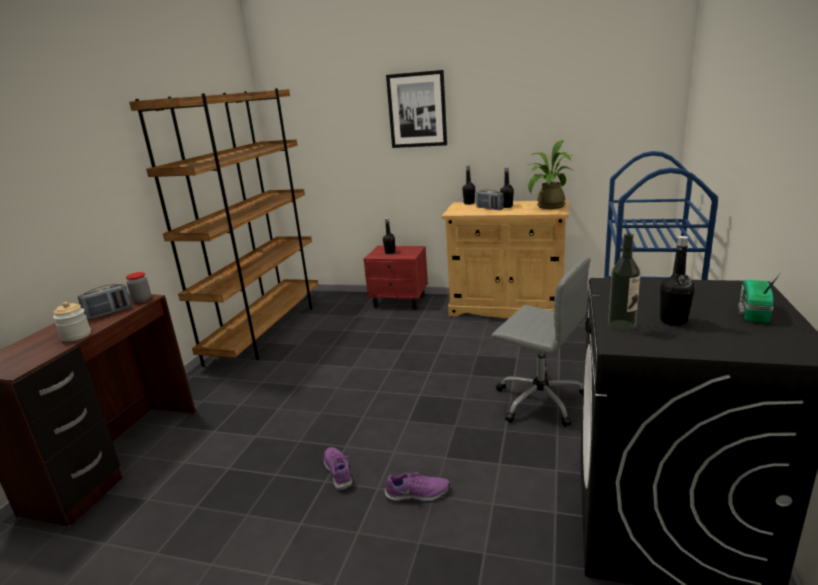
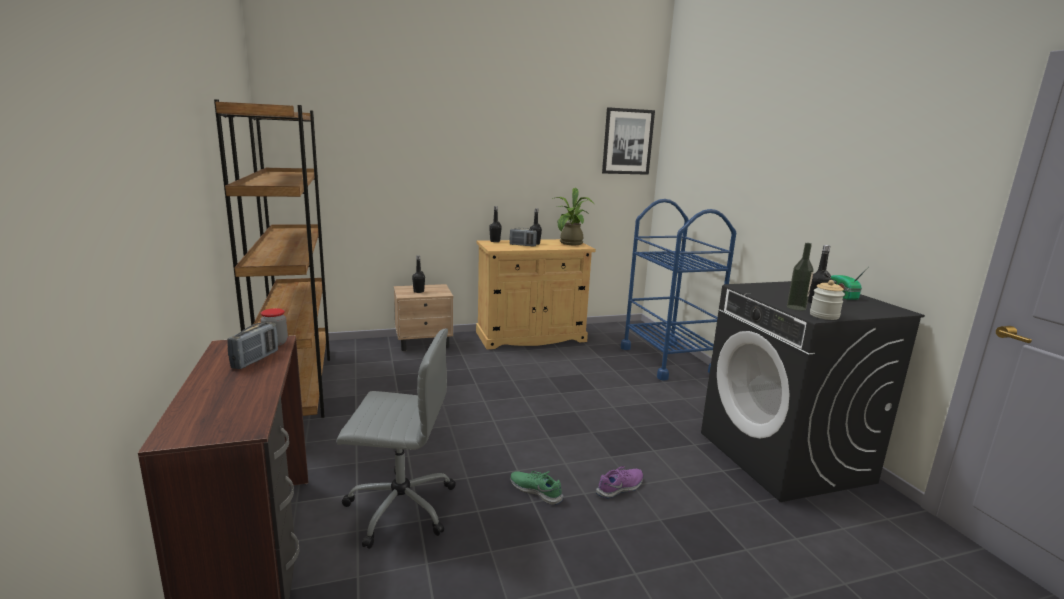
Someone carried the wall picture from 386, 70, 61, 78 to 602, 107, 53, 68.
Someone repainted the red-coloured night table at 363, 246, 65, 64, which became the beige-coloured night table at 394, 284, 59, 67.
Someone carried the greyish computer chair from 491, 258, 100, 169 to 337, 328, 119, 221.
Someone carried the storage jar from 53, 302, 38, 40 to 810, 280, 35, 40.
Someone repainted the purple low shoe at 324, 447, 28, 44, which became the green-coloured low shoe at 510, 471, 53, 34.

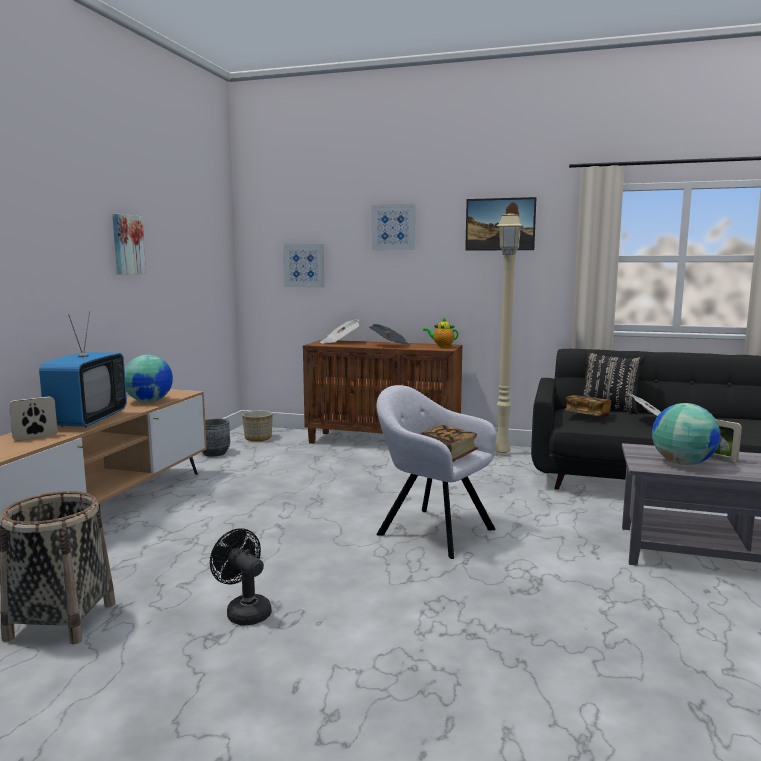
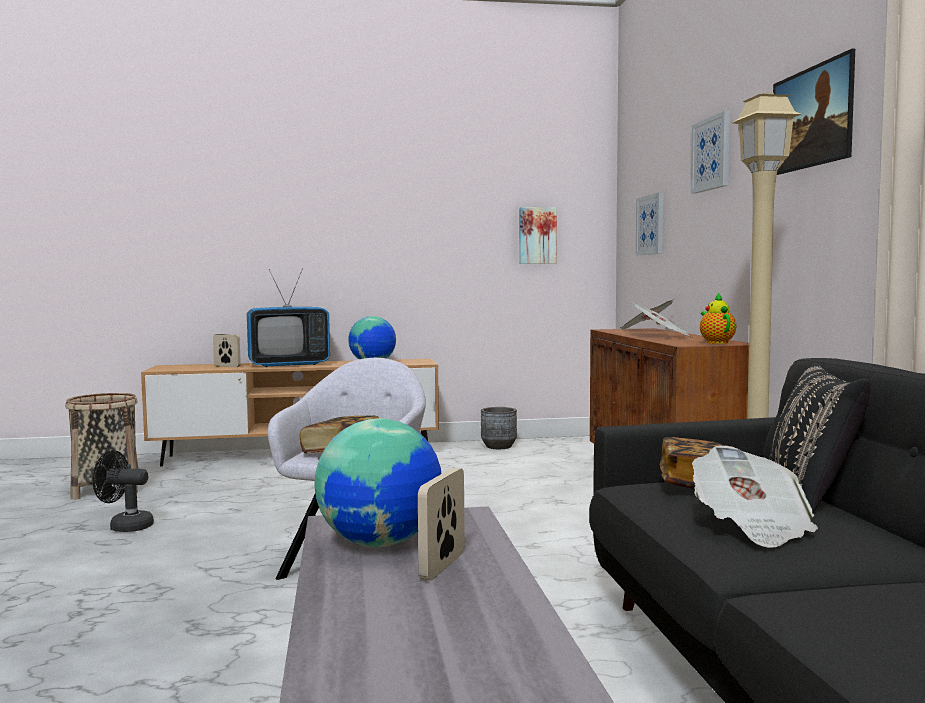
Someone carried the wall picture from 112, 214, 34, 61 to 519, 207, 38, 57.
Someone took away the planter at 242, 410, 31, 31.
Someone rotated the blackish electric fan at 210, 528, 62, 97 by 105 degrees counterclockwise.

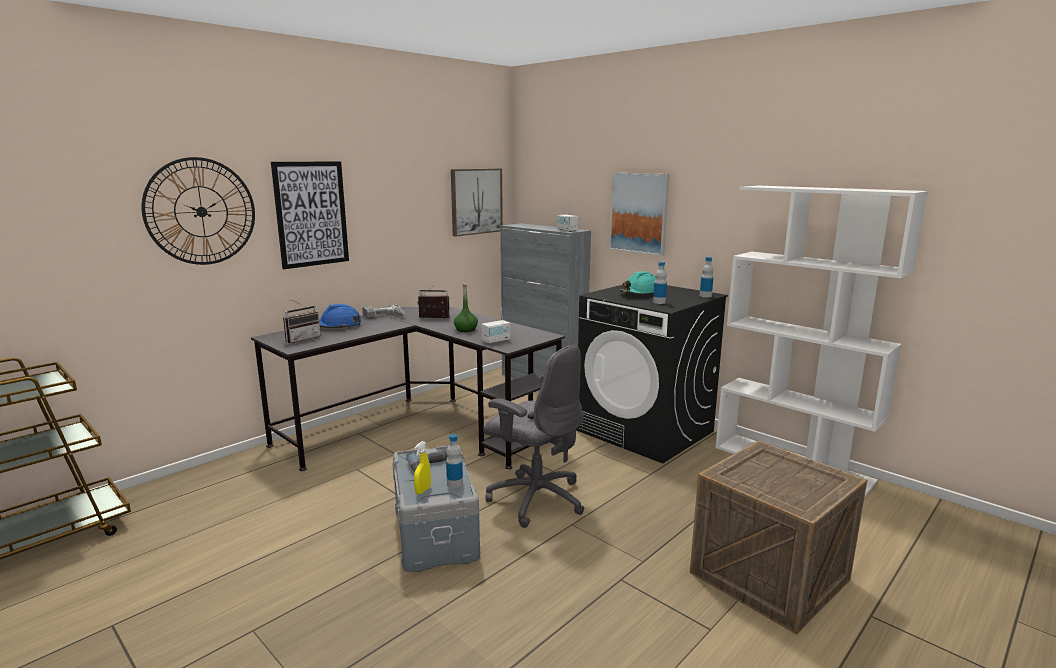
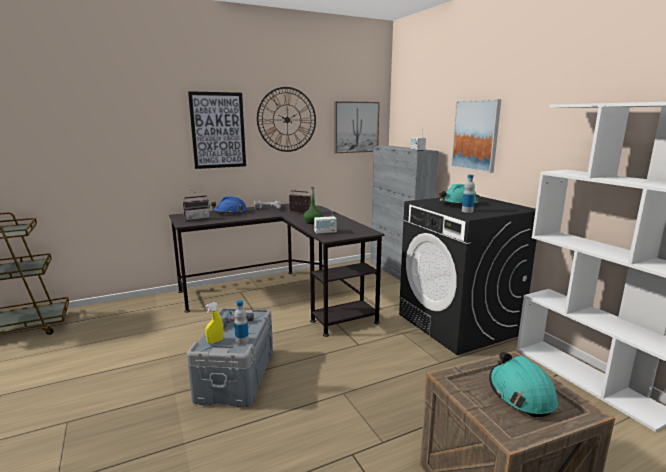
Someone carried the hanging clock from 142, 157, 113, 108 to 257, 87, 59, 65.
Someone took away the drink bottle at 700, 257, 13, 41.
Someone took away the greyish computer chair at 483, 345, 101, 183.
Someone put down the turquoise-coloured work helmet at 489, 352, 69, 65.

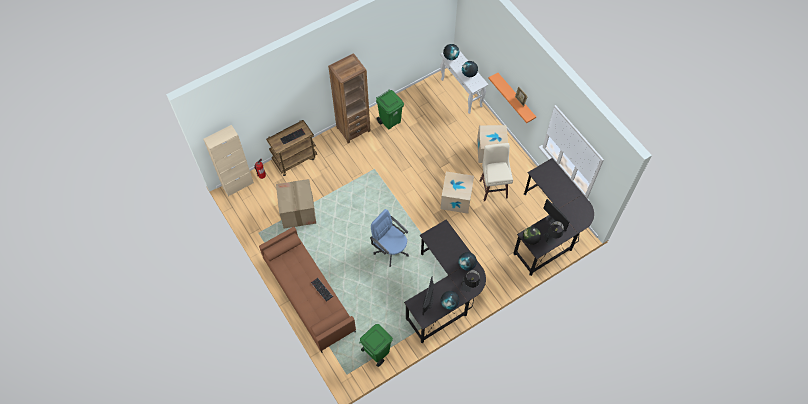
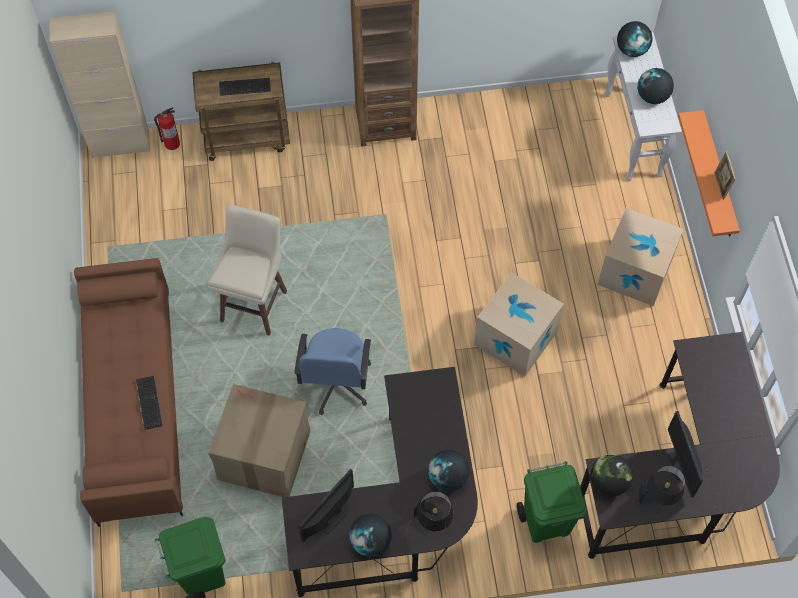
Someone carried the green-coloured waste bin from 376, 90, 28, 39 to 517, 461, 69, 82.
Someone carried the beige-coloured stool seat from 479, 143, 34, 58 to 208, 205, 79, 131.
Someone carried the cardboard box from 276, 179, 41, 49 to 208, 384, 103, 113.
Someone rotated the blue-coloured computer chair at 370, 209, 39, 58 by 150 degrees counterclockwise.

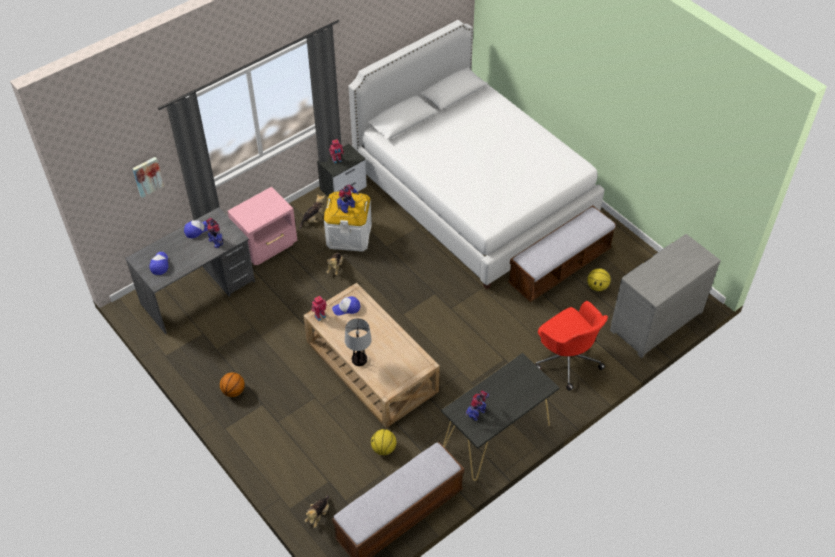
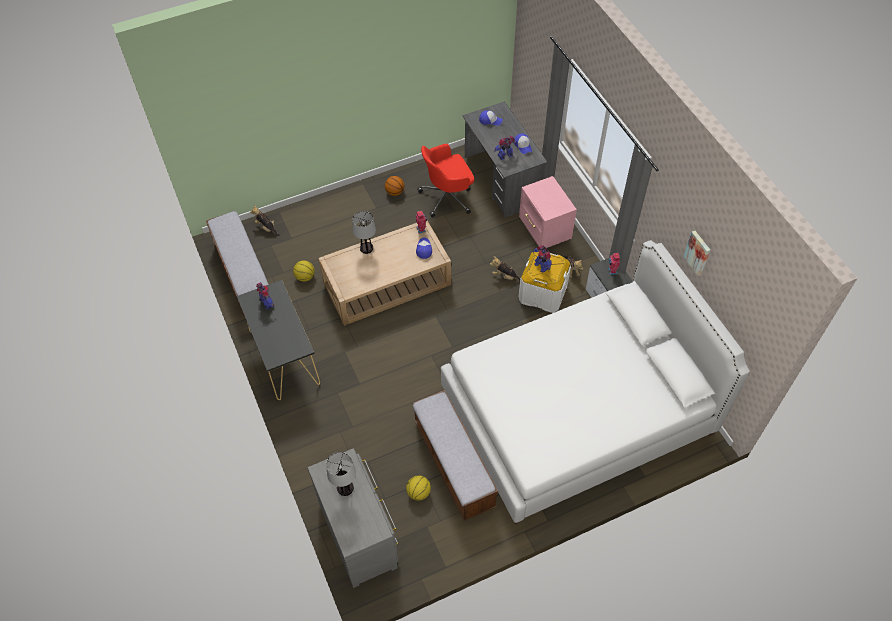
Someone carried the wall picture from 132, 157, 32, 41 to 683, 231, 27, 45.
Someone carried the red-coloured computer chair from 536, 301, 72, 90 to 417, 144, 57, 73.
Someone put down the table lamp at 326, 452, 30, 44.

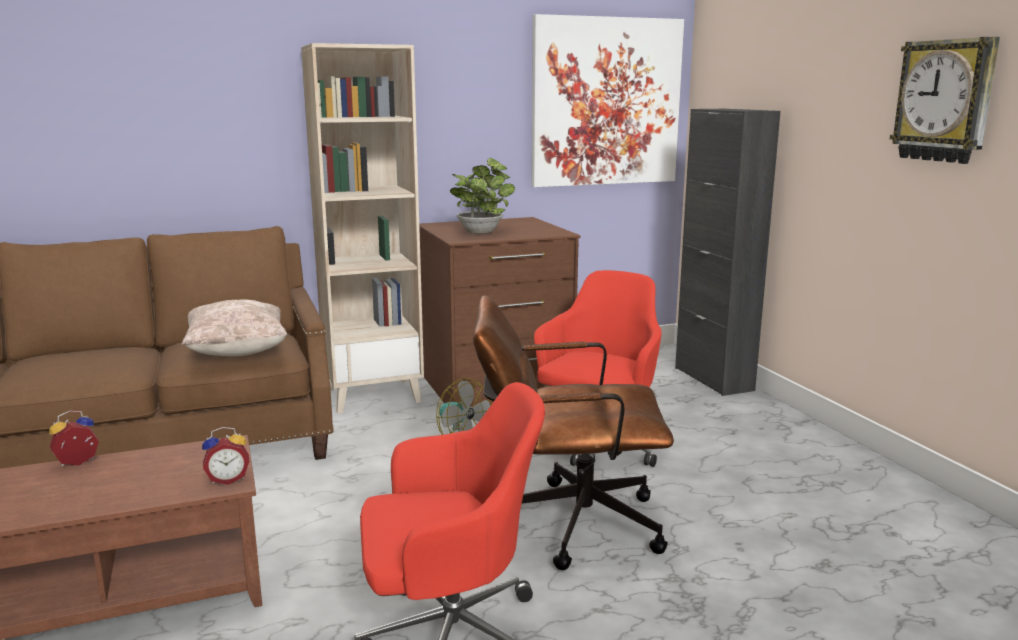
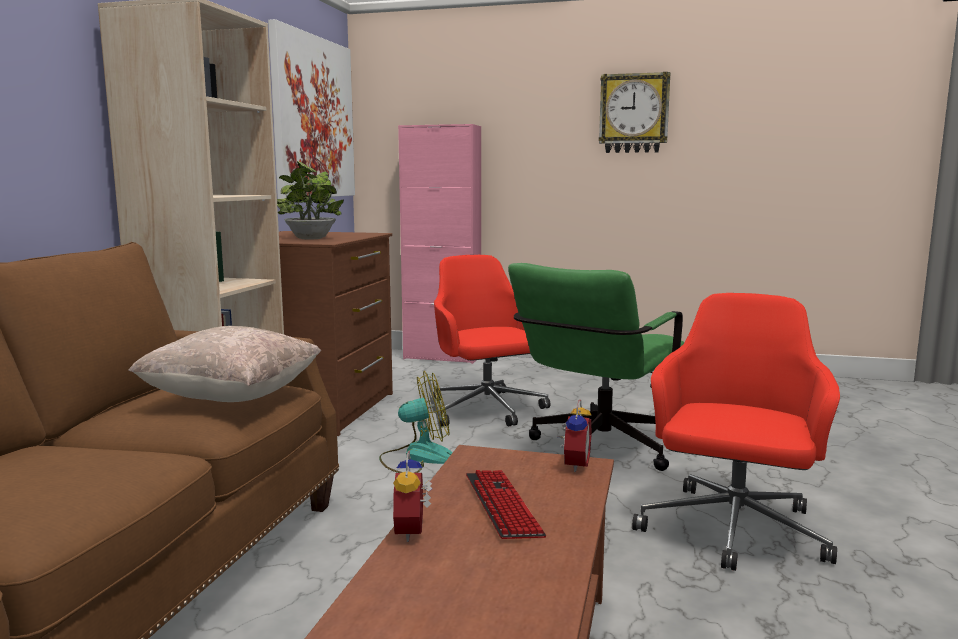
Someone repainted the blackish storage cabinet at 675, 109, 106, 287, which became the pinkish storage cabinet at 398, 124, 83, 240.
Someone repainted the brownish computer chair at 473, 295, 201, 275, which became the green-coloured computer chair at 508, 263, 176, 208.
Someone put down the computer keyboard at 466, 470, 80, 69.

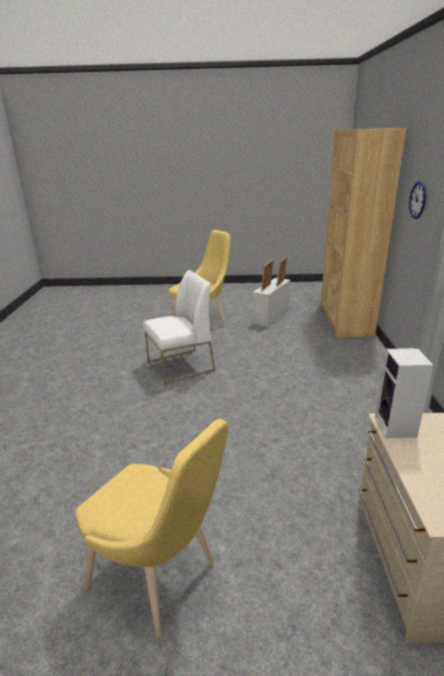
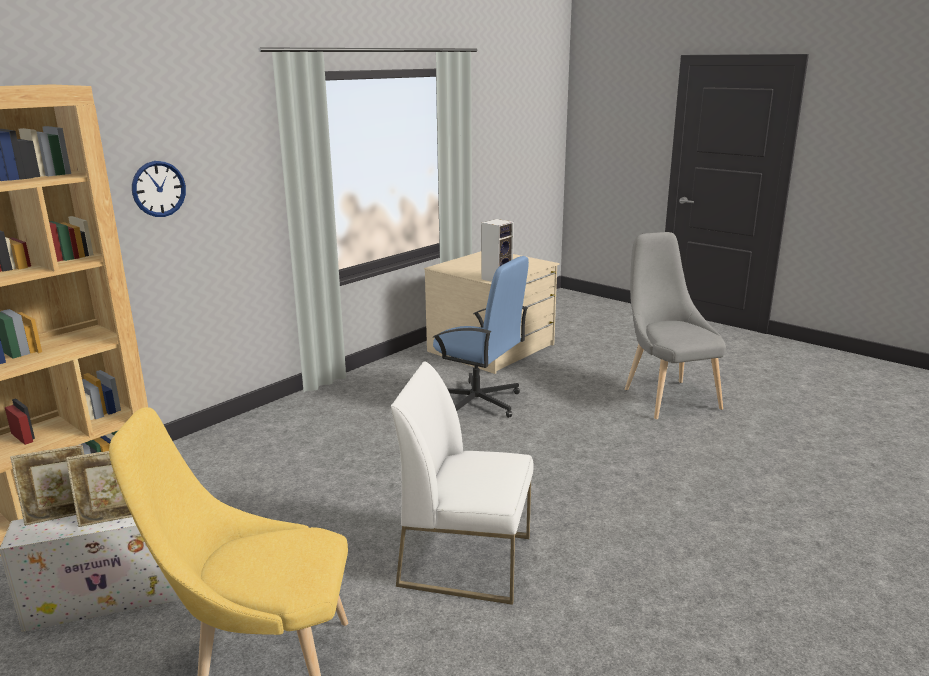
Someone repainted the yellow plain chair at 76, 419, 152, 219, which became the greyish plain chair at 625, 232, 101, 187.
Someone put down the blue-coloured computer chair at 433, 256, 96, 162.

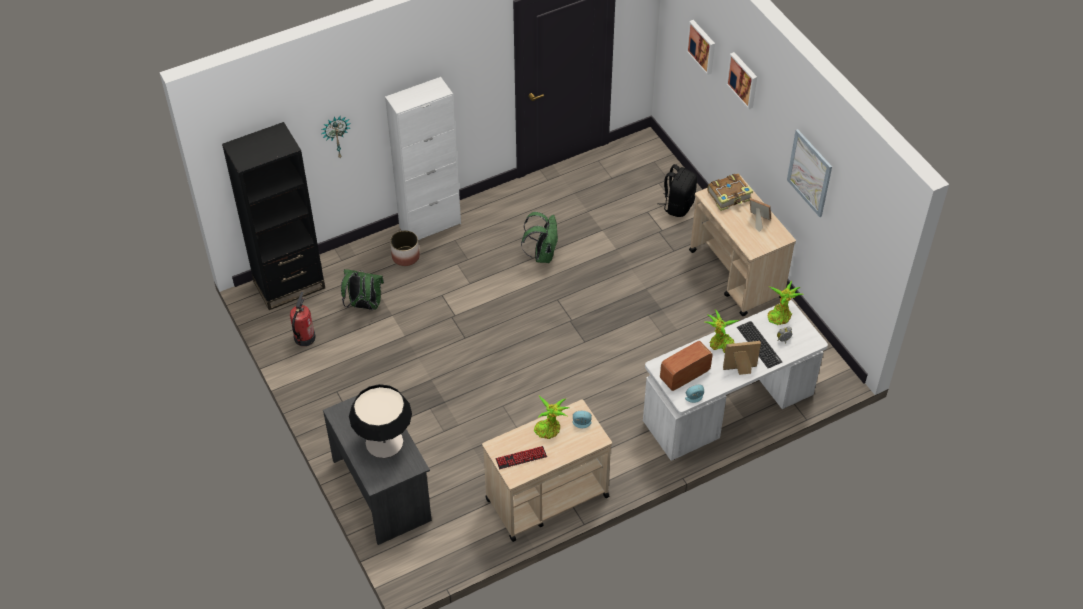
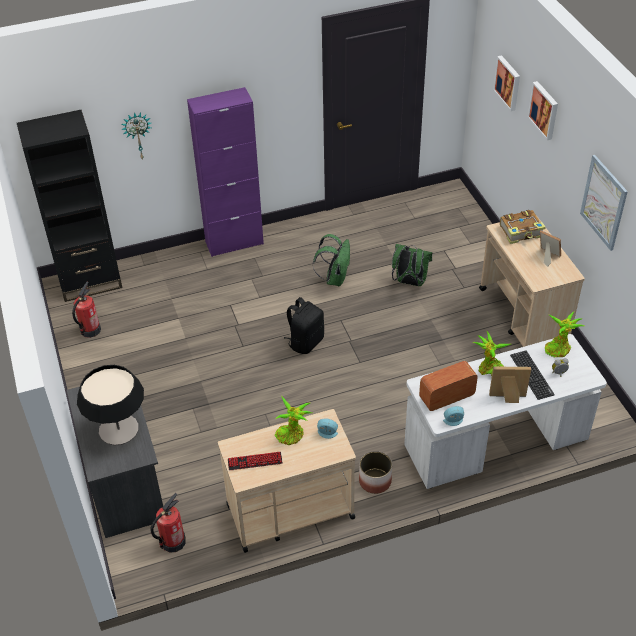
Someone repainted the whitish storage cabinet at 385, 77, 76, 163, which became the purple storage cabinet at 187, 87, 77, 170.
Someone carried the blackish backpack from 657, 164, 40, 53 to 284, 297, 40, 57.
Someone carried the planter from 390, 230, 30, 36 to 359, 451, 33, 43.
Someone carried the green-coloured backpack from 341, 269, 43, 41 to 392, 244, 40, 42.
Someone put down the fire extinguisher at 151, 493, 35, 60.

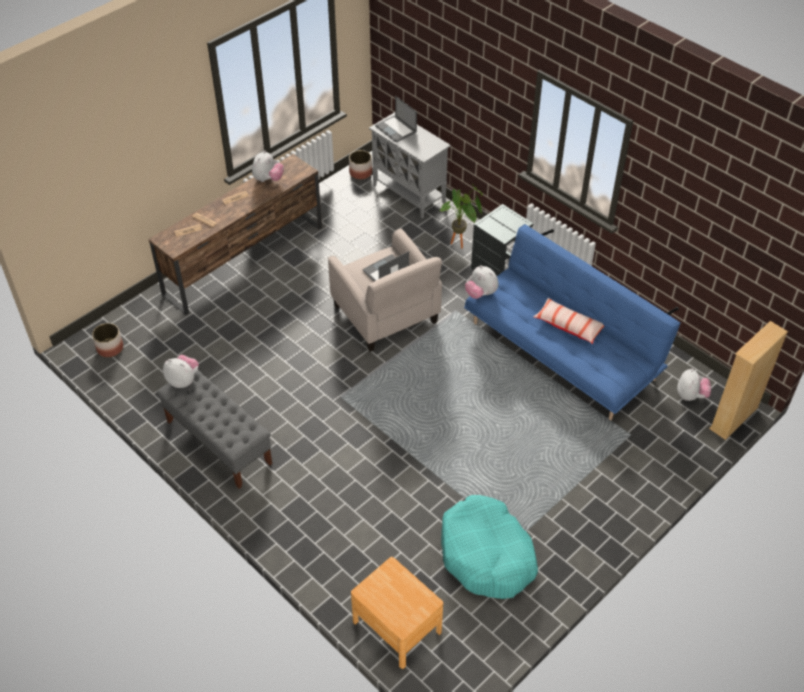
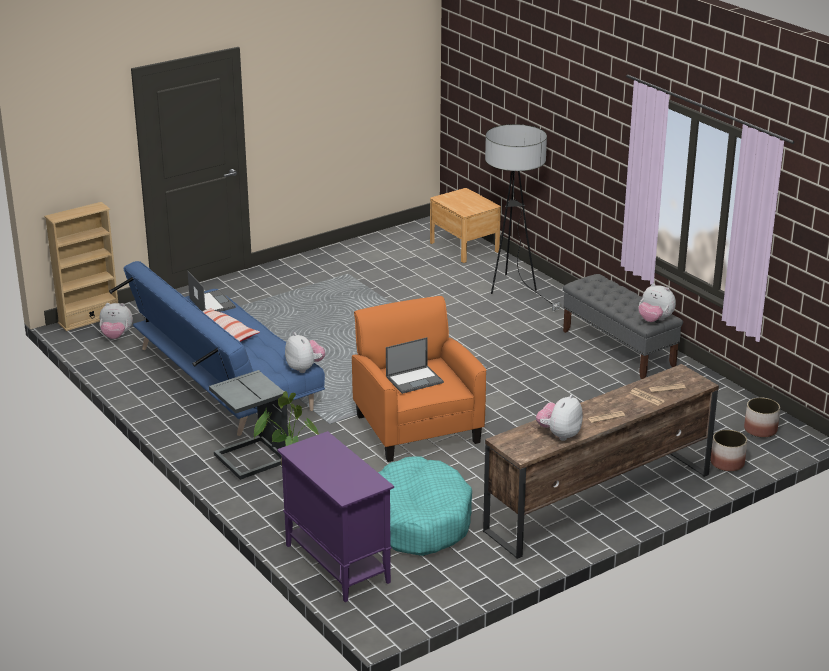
Someone carried the notebook computer from 375, 96, 42, 46 to 187, 271, 49, 41.
Someone repainted the greyish storage cabinet at 369, 112, 82, 106, which became the purple storage cabinet at 277, 431, 117, 171.
Someone carried the planter from 349, 150, 23, 29 to 710, 430, 37, 41.
Someone repainted the beige-coloured armchair at 328, 228, 114, 124, which became the orange armchair at 352, 296, 134, 166.
Someone rotated the cuddly toy at 677, 369, 34, 32 by 105 degrees counterclockwise.
Someone carried the turquoise-coloured dog cushion from 441, 495, 97, 104 to 378, 456, 94, 100.
Someone put down the standing lamp at 485, 124, 76, 188.

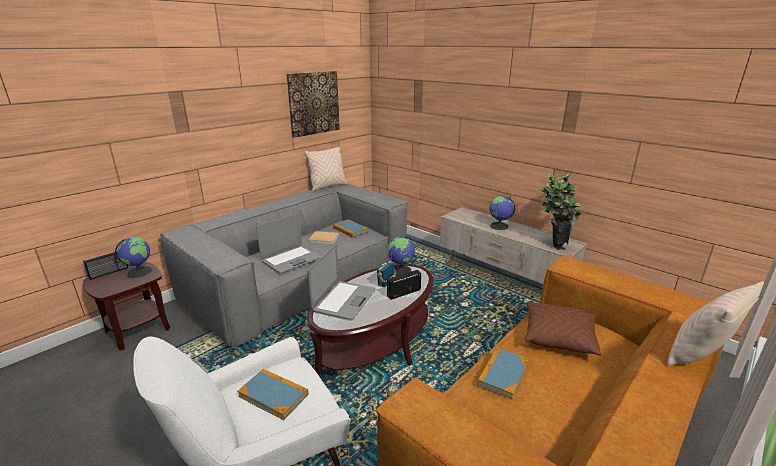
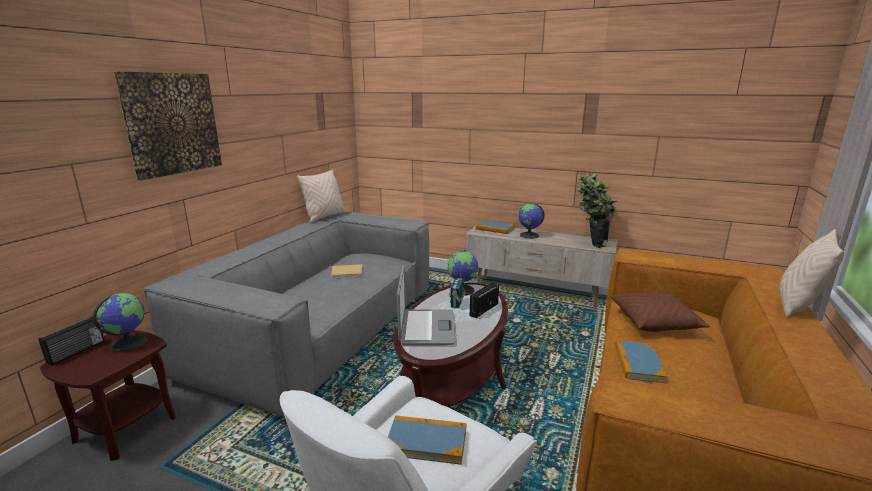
Someone carried the wall picture from 286, 71, 54, 67 to 114, 72, 108, 108.
Someone took away the notebook computer at 256, 214, 66, 59.
Someone carried the volume from 333, 219, 35, 19 to 476, 220, 38, 14.

